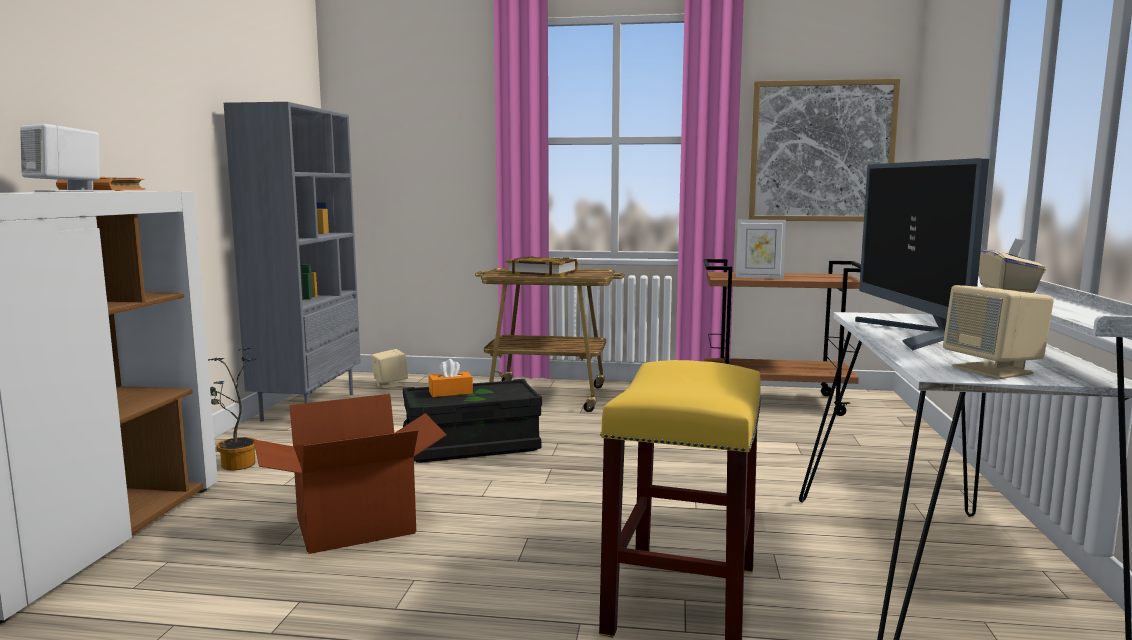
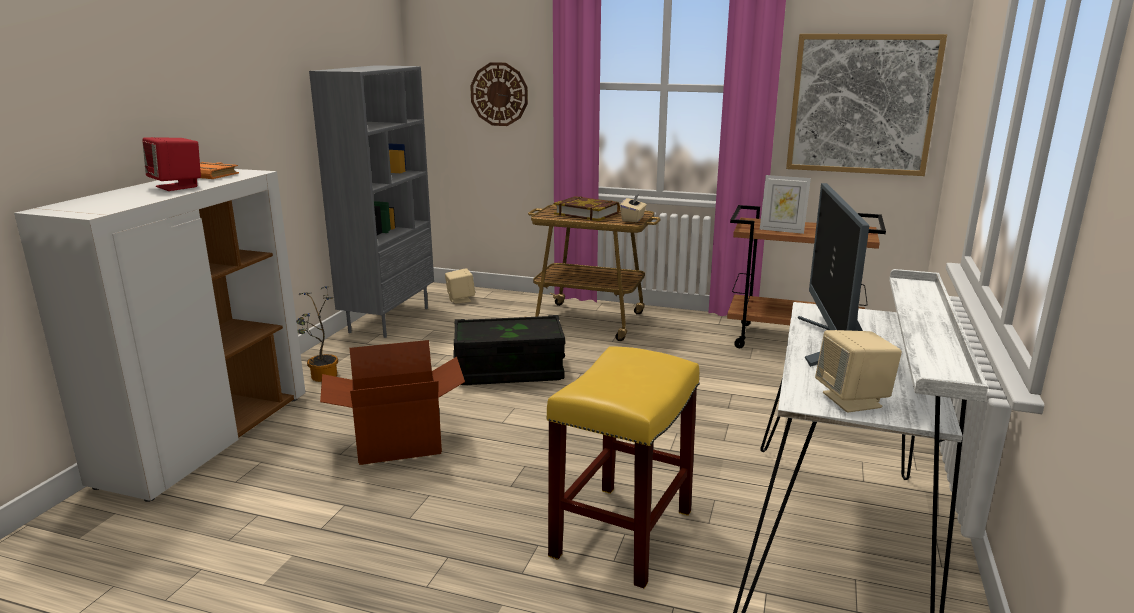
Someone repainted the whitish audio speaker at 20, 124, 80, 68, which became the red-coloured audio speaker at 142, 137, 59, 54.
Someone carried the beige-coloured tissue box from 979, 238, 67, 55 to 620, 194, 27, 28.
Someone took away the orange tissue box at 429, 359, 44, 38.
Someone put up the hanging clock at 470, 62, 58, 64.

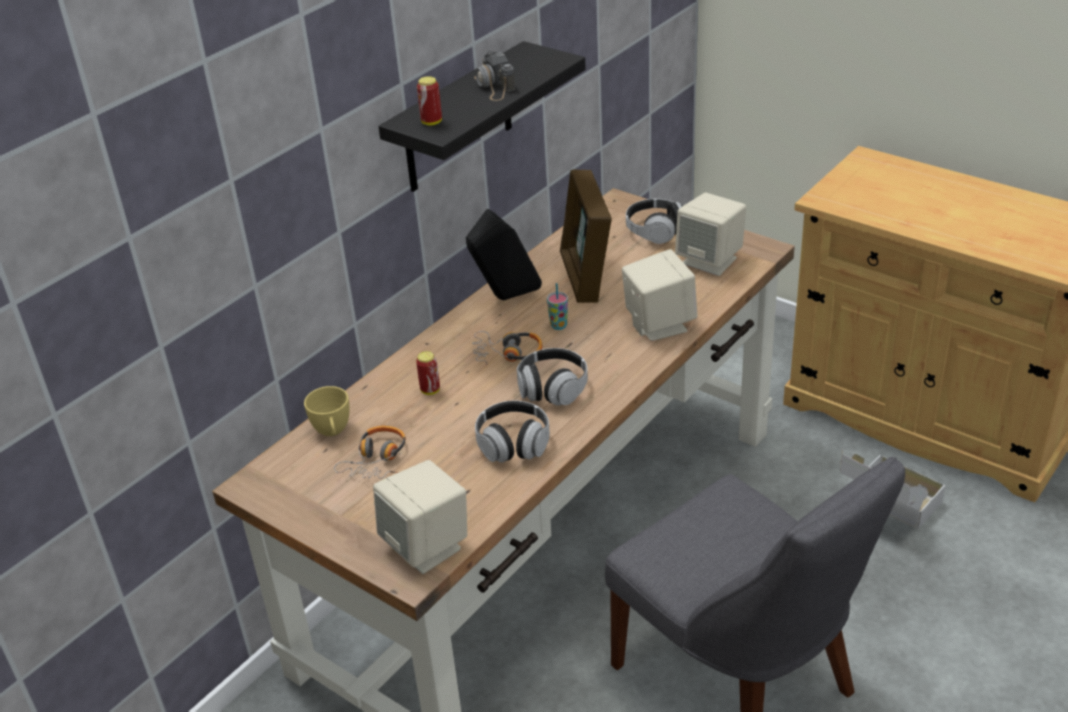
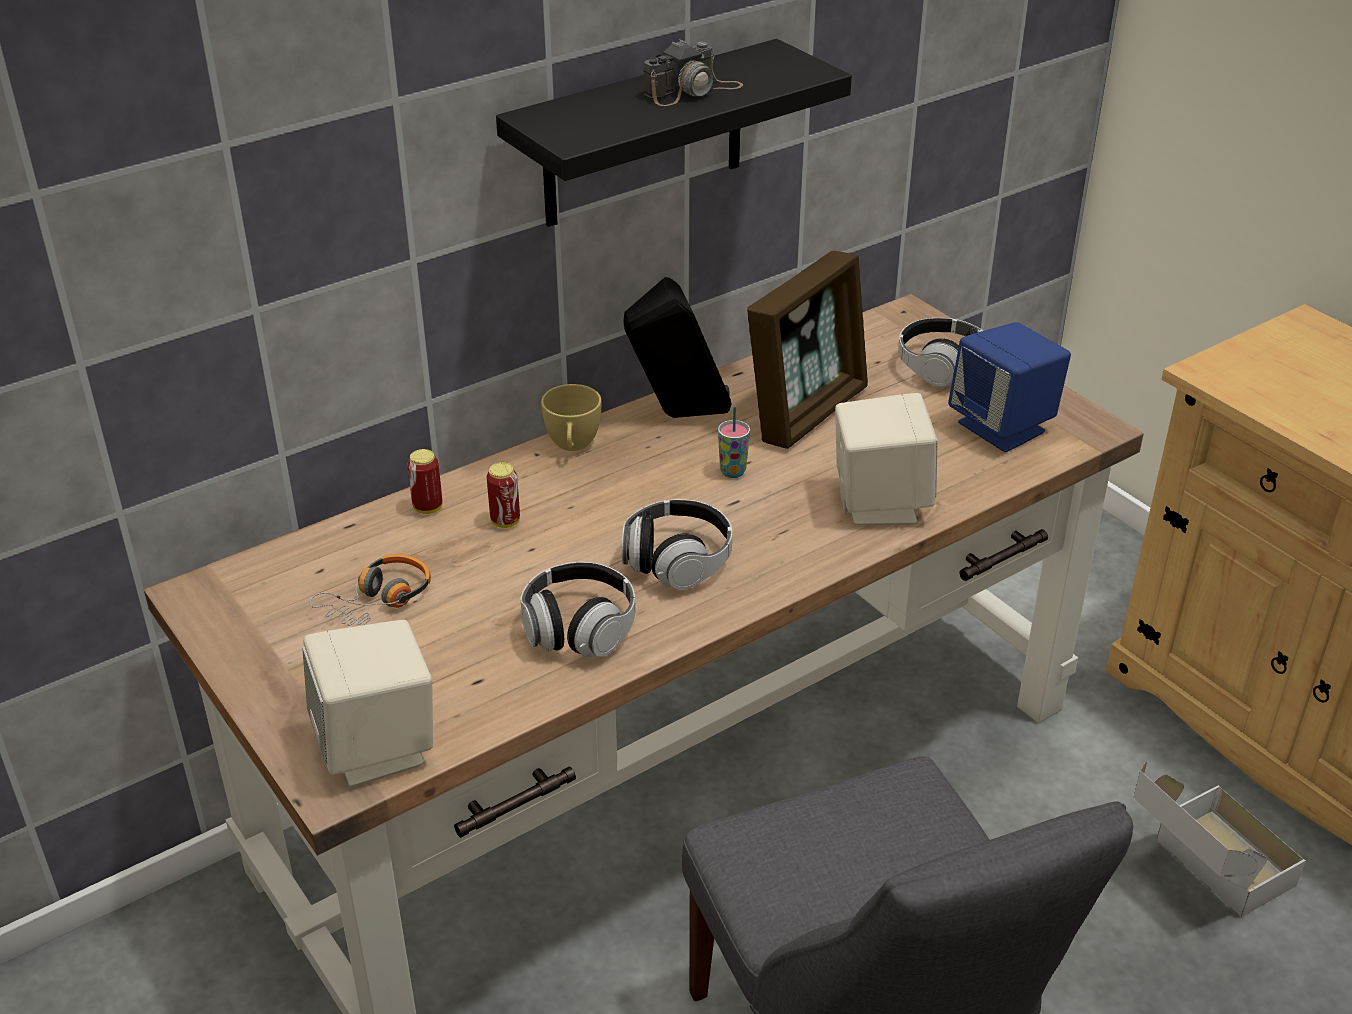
Someone rotated the still camera at 474, 51, 41, 50 by 120 degrees counterclockwise.
Someone carried the metal can from 417, 76, 25, 50 to 407, 449, 35, 65.
Someone rotated the photo frame at 560, 170, 52, 133 by 150 degrees counterclockwise.
Someone repainted the beige-coloured audio speaker at 675, 193, 71, 83, which became the blue-coloured audio speaker at 948, 322, 123, 130.
Someone took away the headset at 472, 331, 70, 36.
Someone carried the yellow drinking cup from 304, 386, 46, 50 to 541, 384, 60, 67.

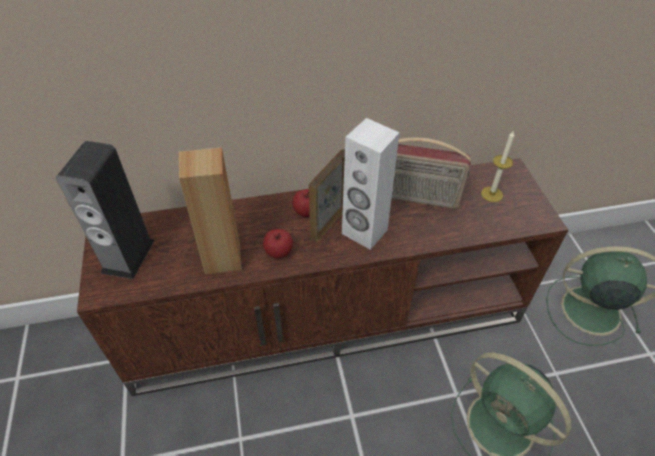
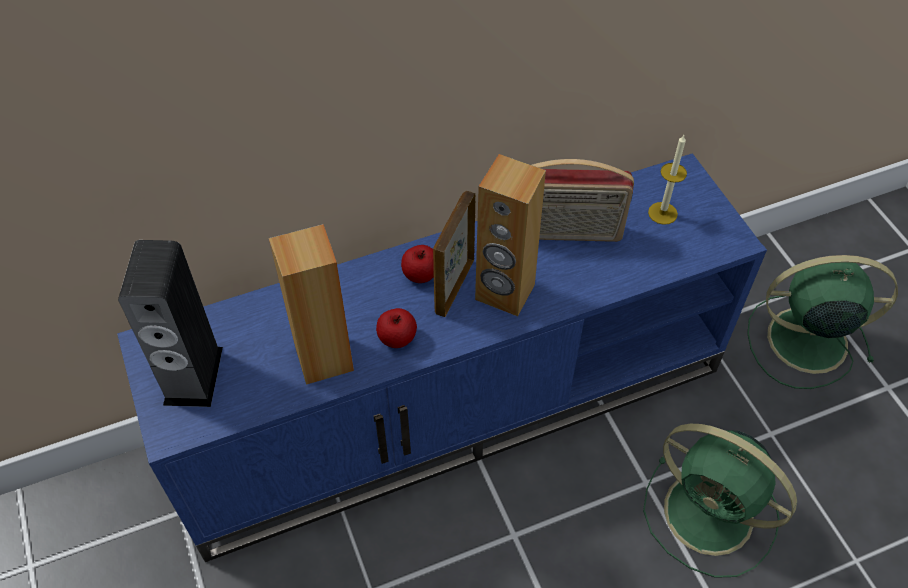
Someone repainted the whitish audio speaker at 342, 118, 58, 132, which became the brownish audio speaker at 475, 154, 71, 162.
Someone repainted the brownish tv stand at 77, 158, 491, 238, which became the blue-coloured tv stand at 117, 153, 650, 409.

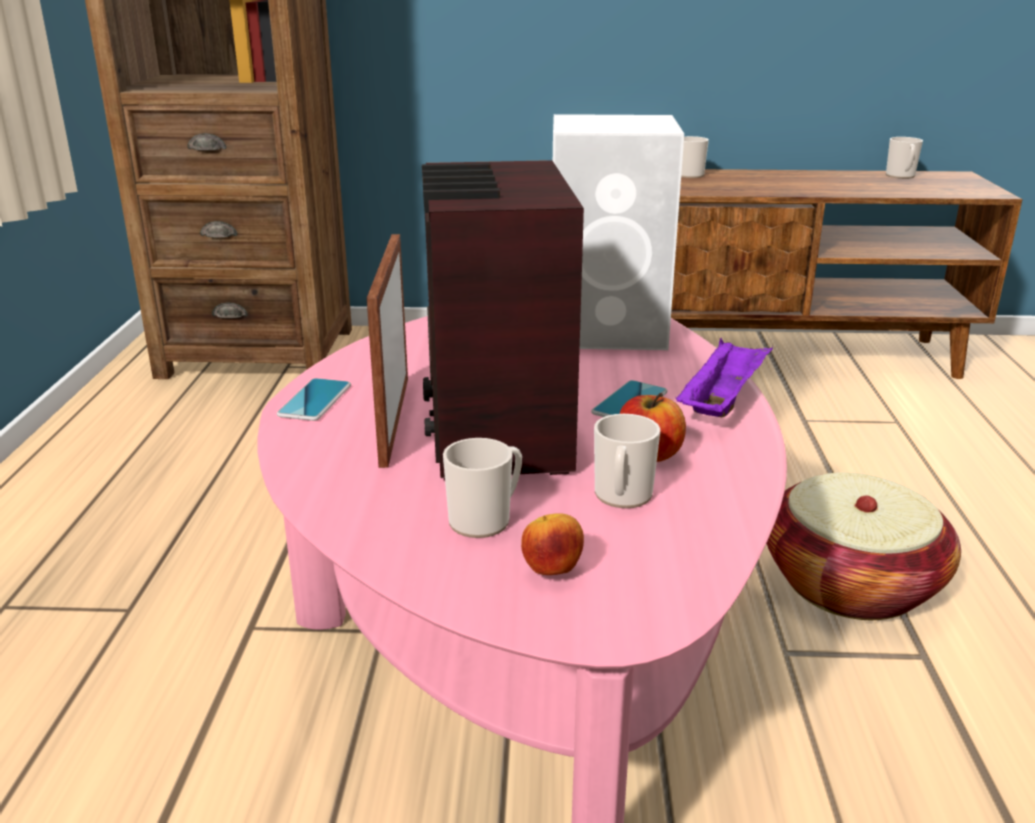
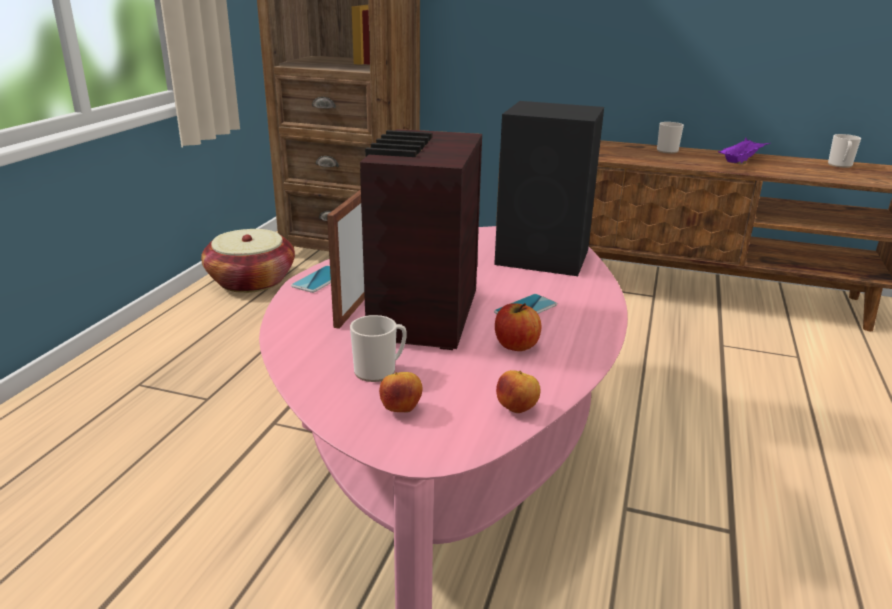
Someone repainted the whitish audio speaker at 553, 114, 131, 236, which became the blackish audio speaker at 494, 101, 110, 175.
Someone carried the purple serving tray from 675, 338, 98, 79 to 718, 137, 52, 27.
Someone took away the tea mug at 594, 414, 66, 94.
Someone carried the storage basket from 766, 472, 195, 148 to 201, 229, 94, 64.
Someone put down the apple at 496, 370, 45, 43.

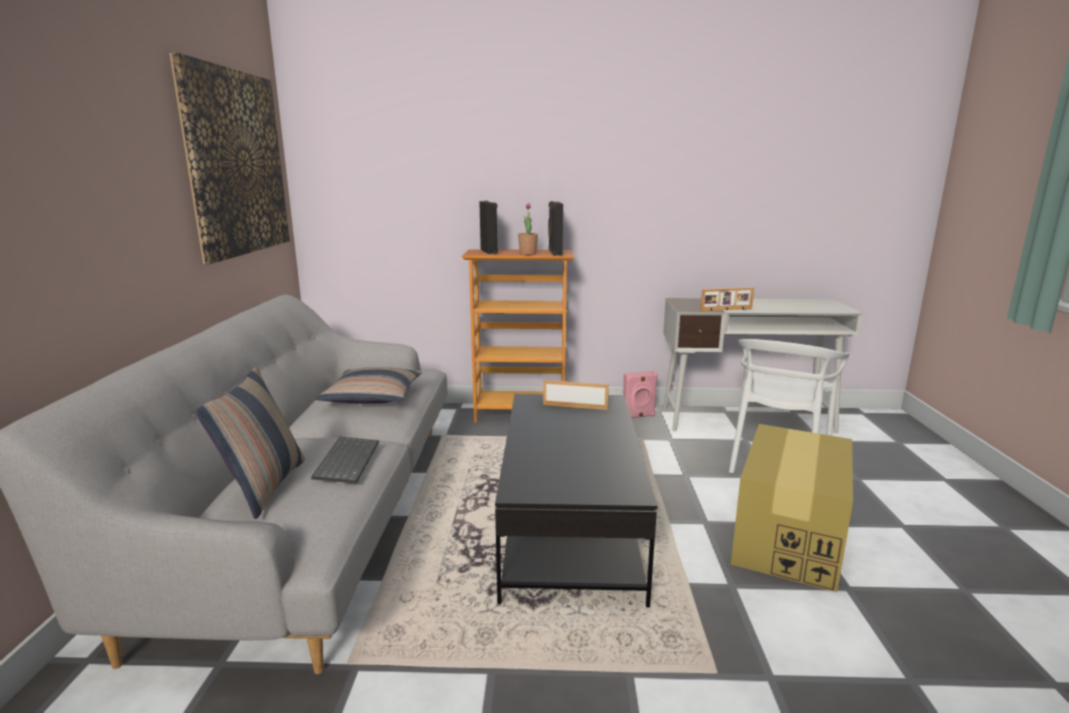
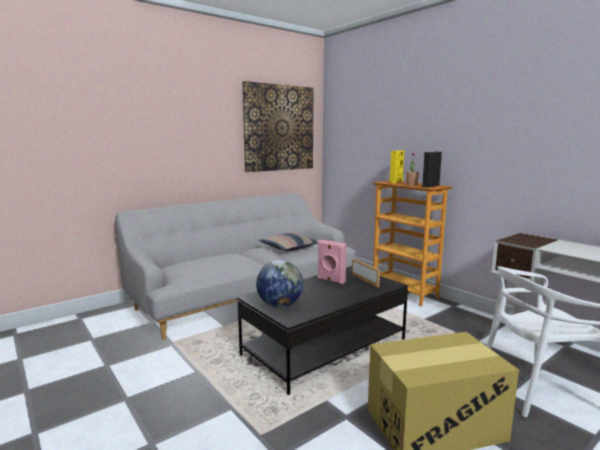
Someone repainted the blackish audio speaker at 479, 201, 19, 53, which became the yellow audio speaker at 390, 150, 15, 33.
Someone took away the photo frame at 700, 287, 54, 24.
Someone took away the cushion at 195, 367, 110, 152.
Someone carried the pinkish audio speaker from 623, 371, 35, 47 to 318, 240, 29, 44.
Someone took away the computer keyboard at 311, 437, 68, 46.
Someone put down the world globe at 256, 260, 47, 48.

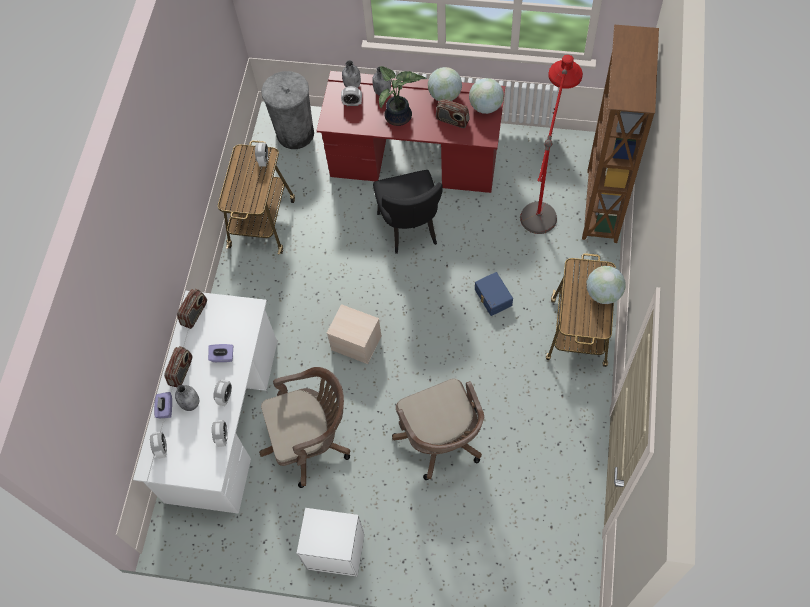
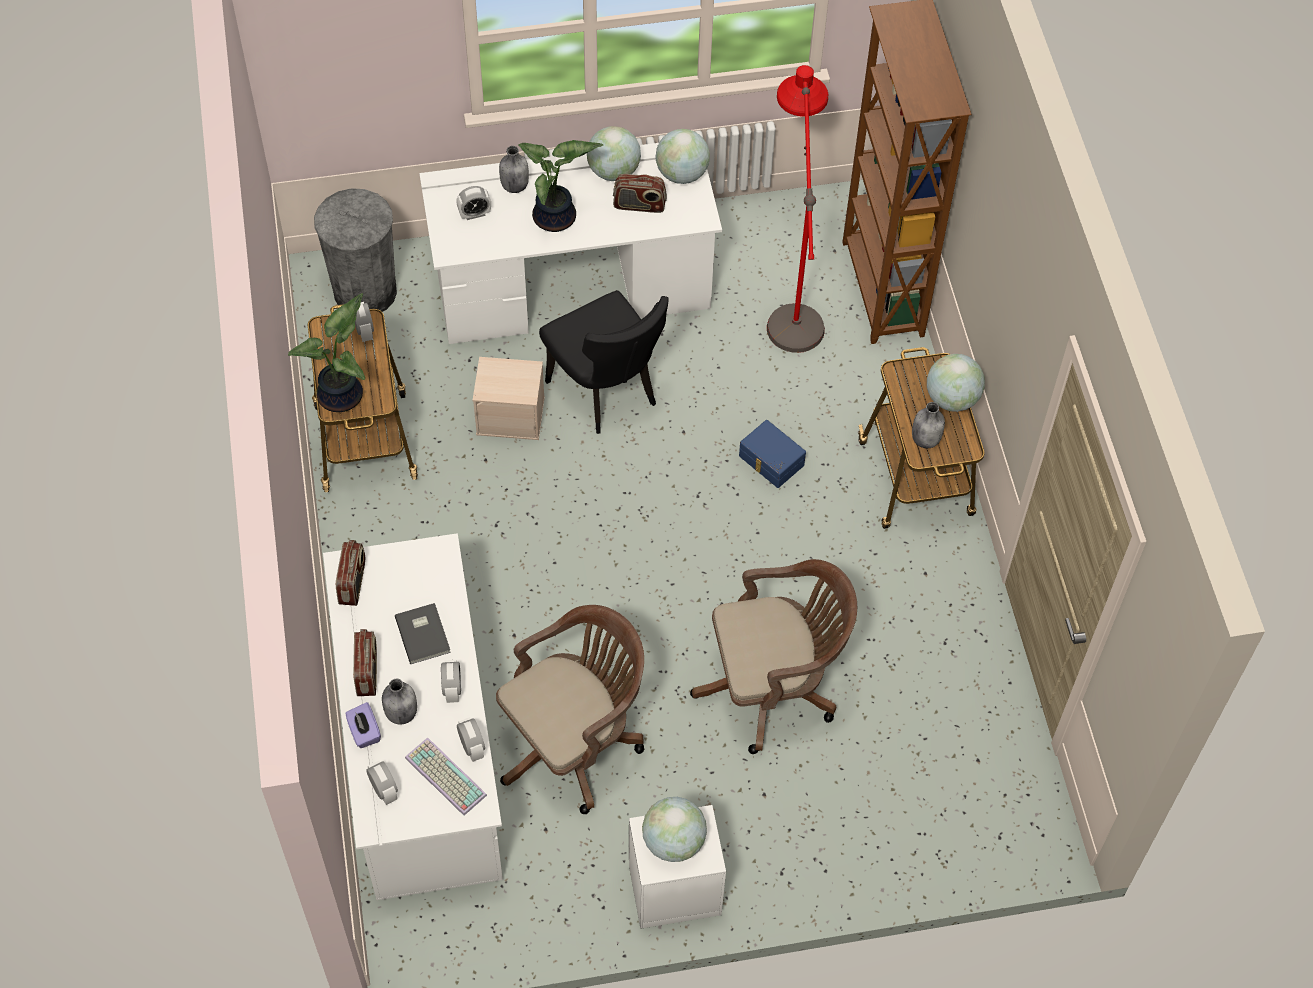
Someone carried the greyish drink bottle from 342, 60, 19, 28 to 912, 402, 33, 46.
Someone repainted the red-coloured desk at 317, 71, 188, 122, which became the whitish desk at 419, 143, 303, 201.
Someone carried the beige-coloured storage bin from 326, 304, 56, 60 to 473, 357, 72, 83.
Someone swapped the purple tissue box at 208, 344, 25, 18 for the greyish volume at 395, 603, 56, 61.
Someone rotated the brownish computer chair at 392, 378, 92, 102 by 60 degrees counterclockwise.
Someone put down the potted plant at 288, 294, 77, 118.
Someone put down the computer keyboard at 405, 737, 82, 79.
Someone put down the world globe at 642, 797, 65, 65.

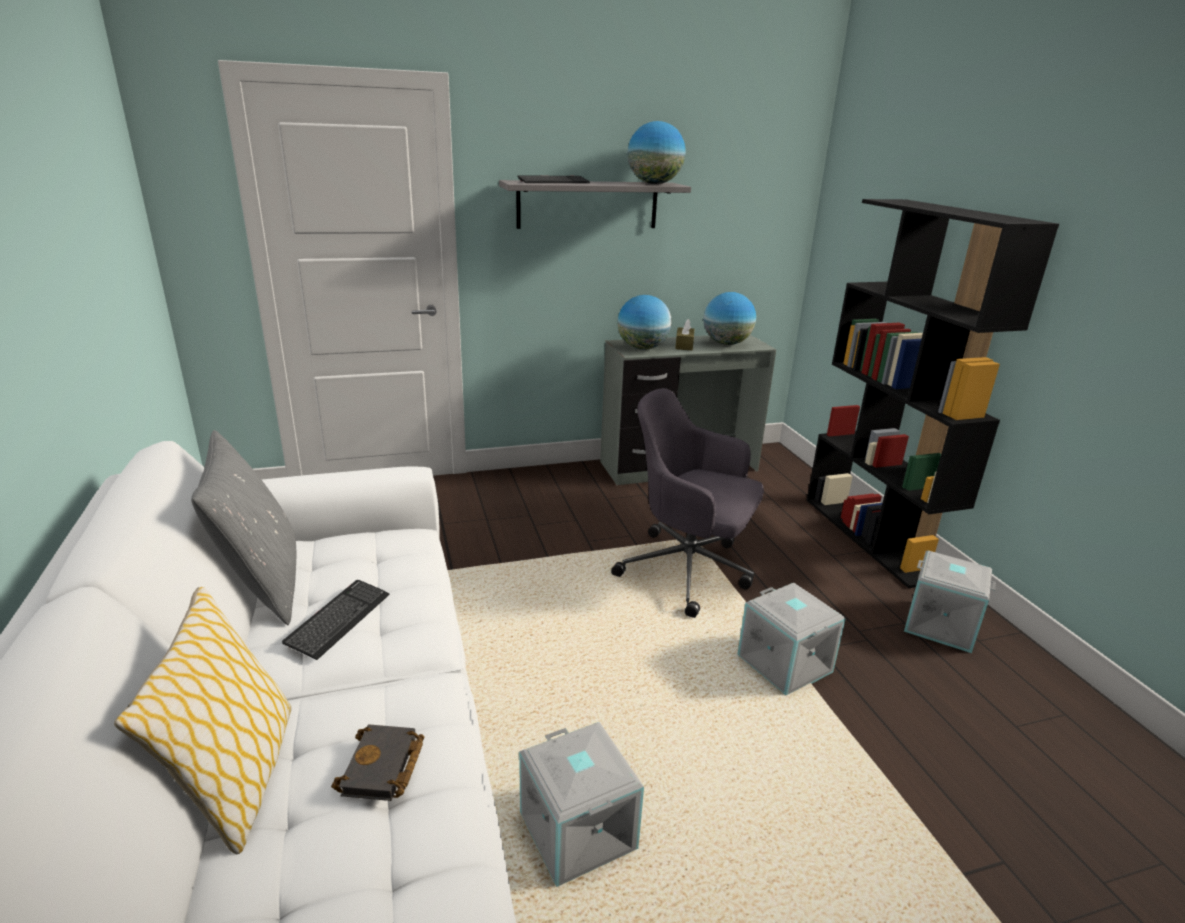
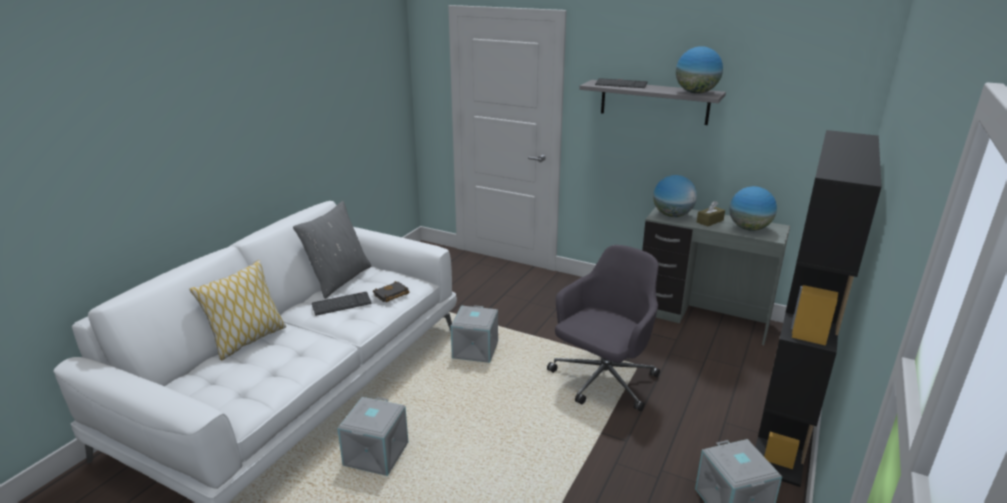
Someone rotated the greyish computer chair at 611, 388, 153, 230 by 60 degrees clockwise.
Someone carried the greyish storage bin from 737, 583, 109, 112 to 451, 305, 47, 58.
Someone carried the blackish volume from 331, 724, 93, 77 to 373, 281, 36, 21.

